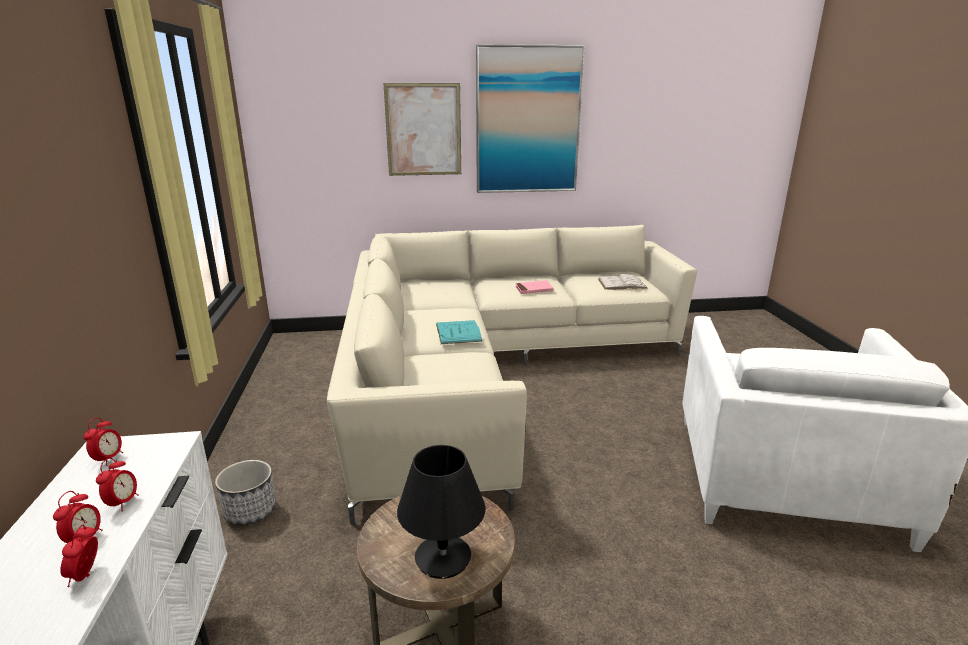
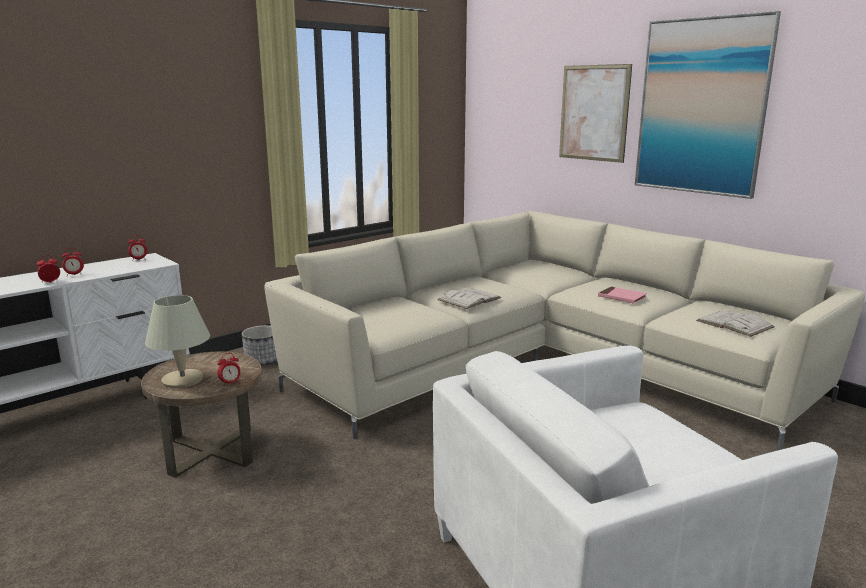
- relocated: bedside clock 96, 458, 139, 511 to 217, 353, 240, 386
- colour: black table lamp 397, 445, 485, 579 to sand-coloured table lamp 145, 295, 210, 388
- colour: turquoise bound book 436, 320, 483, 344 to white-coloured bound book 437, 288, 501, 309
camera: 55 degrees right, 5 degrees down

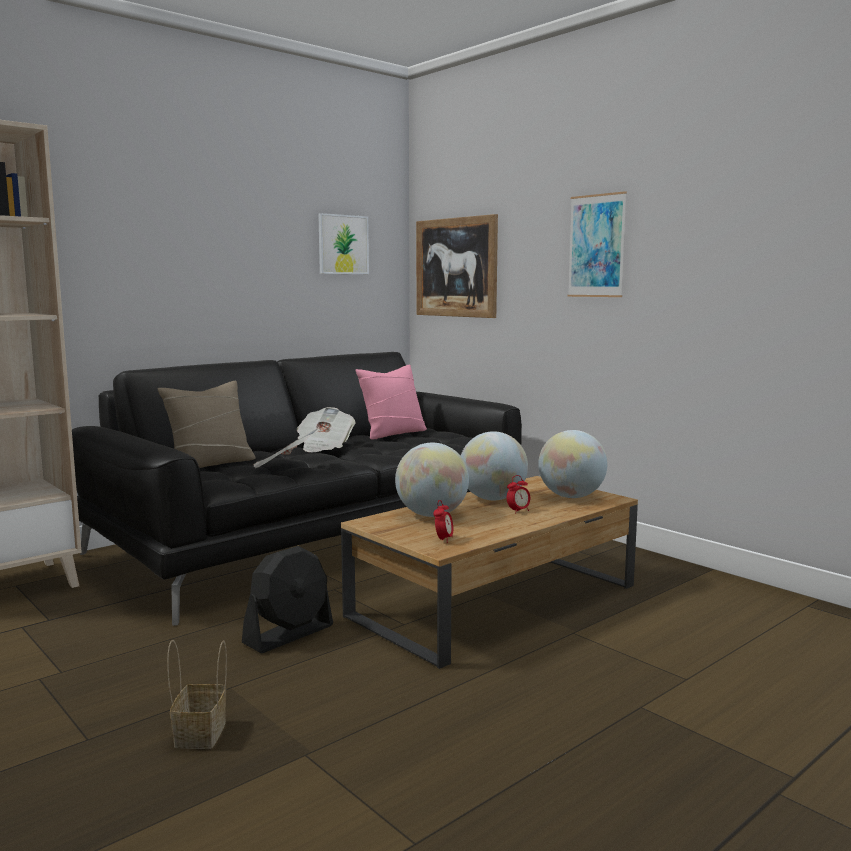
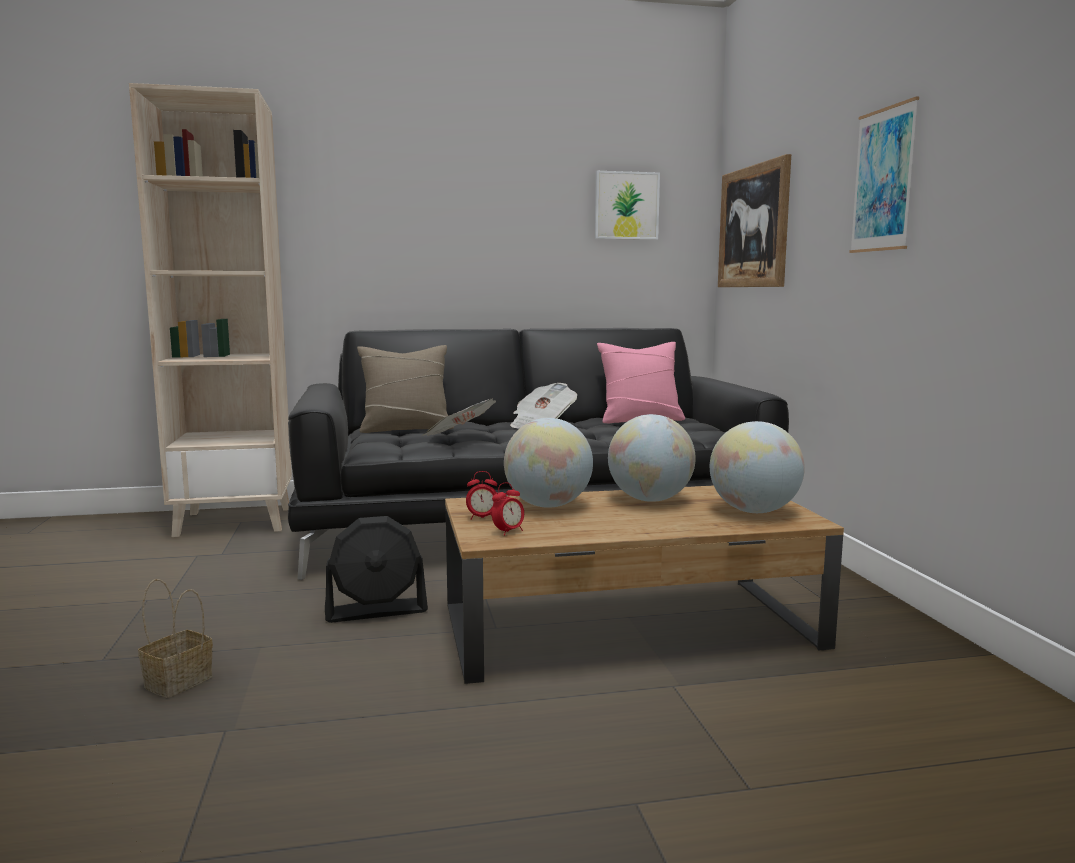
- relocated: bedside clock 507, 475, 530, 514 to 466, 471, 497, 520
camera: 30 degrees right, 0 degrees up

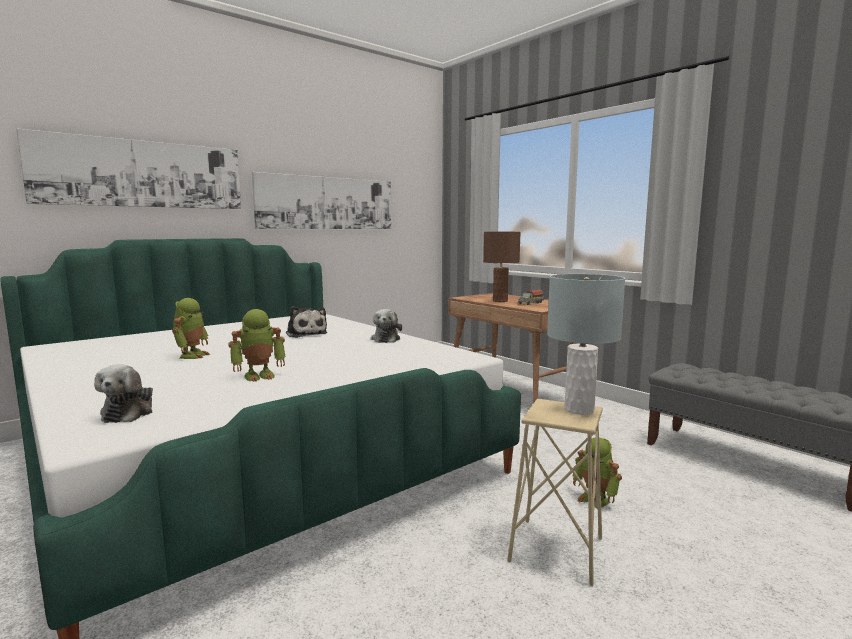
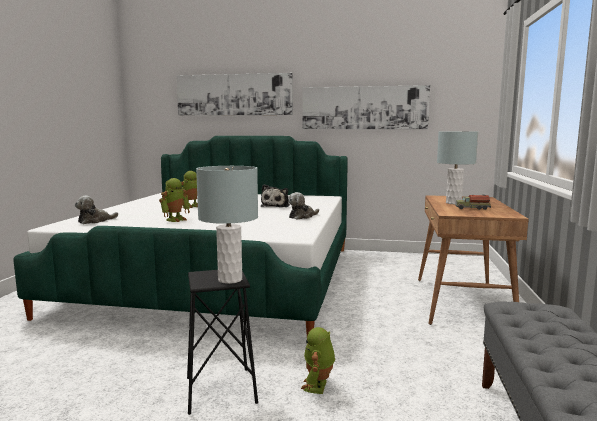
- colour: brownish table lamp 483, 232, 520, 302 to gray table lamp 437, 132, 478, 204
- colour: sand-coloured stool 507, 399, 603, 586 to black stool 187, 270, 258, 415
- spun: toy robot 228, 309, 286, 382 = 159, 178, 190, 222 75 degrees counterclockwise
camera: 50 degrees right, 0 degrees up

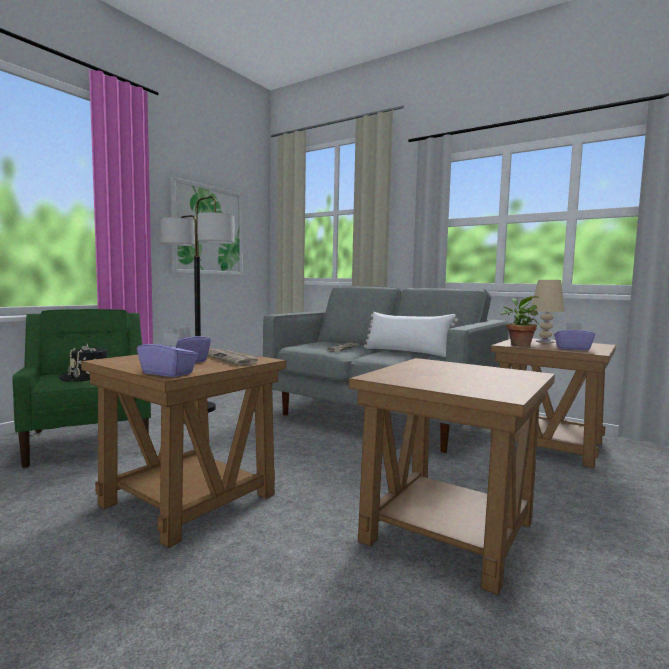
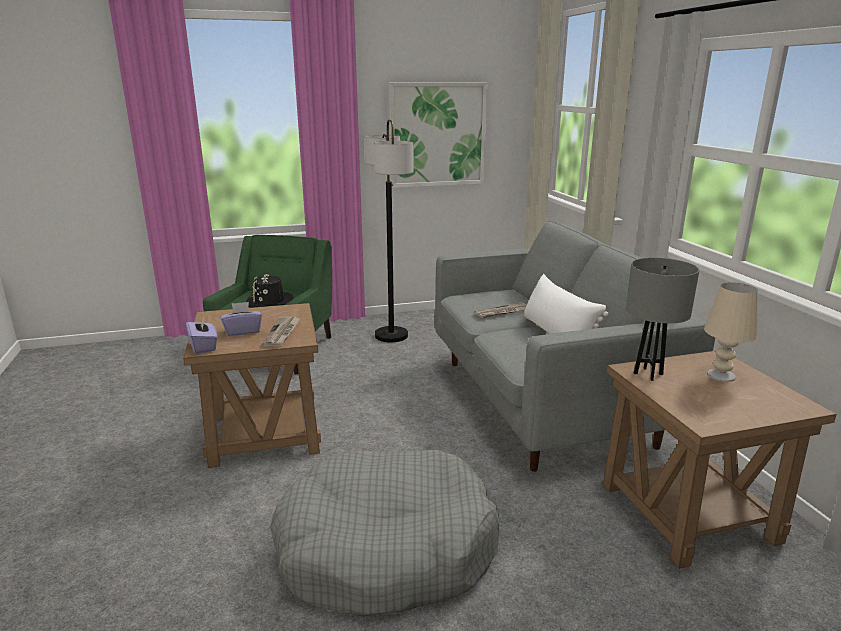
- missing: purple box of tissues 554, 323, 595, 350
- exchanged: brownish end table 349, 358, 555, 595 to gray dog bed 270, 450, 500, 617
- exchanged: potted plant 500, 296, 540, 347 to gray table lamp 626, 258, 700, 381
camera: 40 degrees right, 15 degrees up

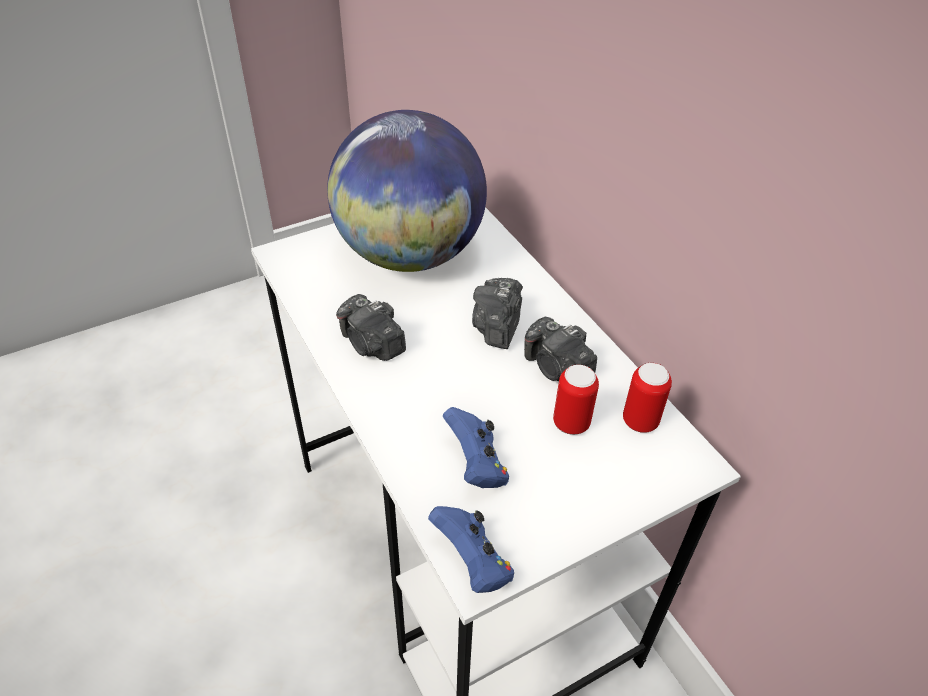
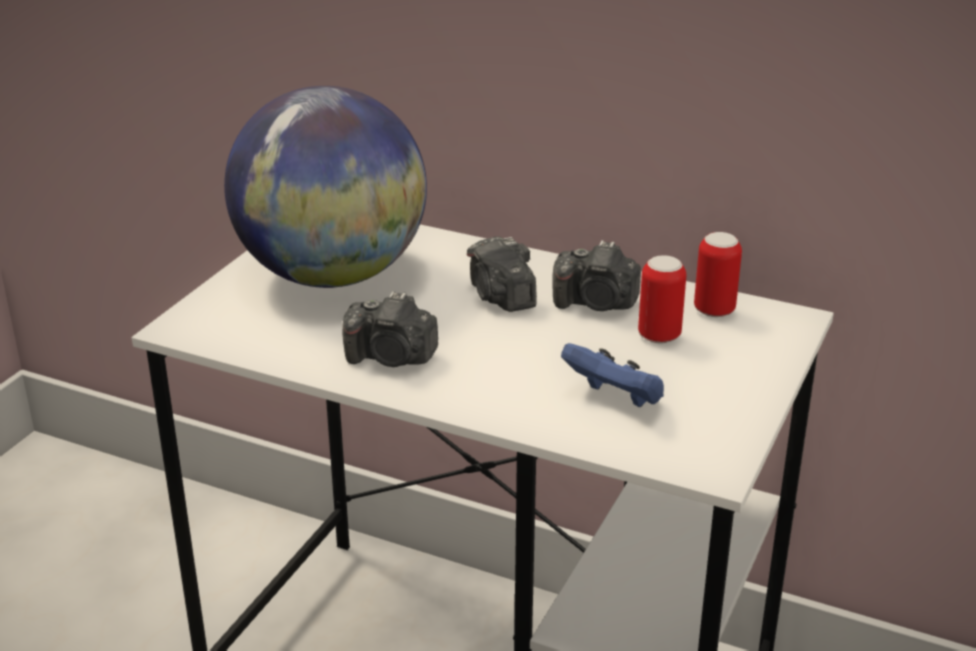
- missing: blue-coloured game controller 428, 506, 514, 593
camera: 35 degrees left, 15 degrees down

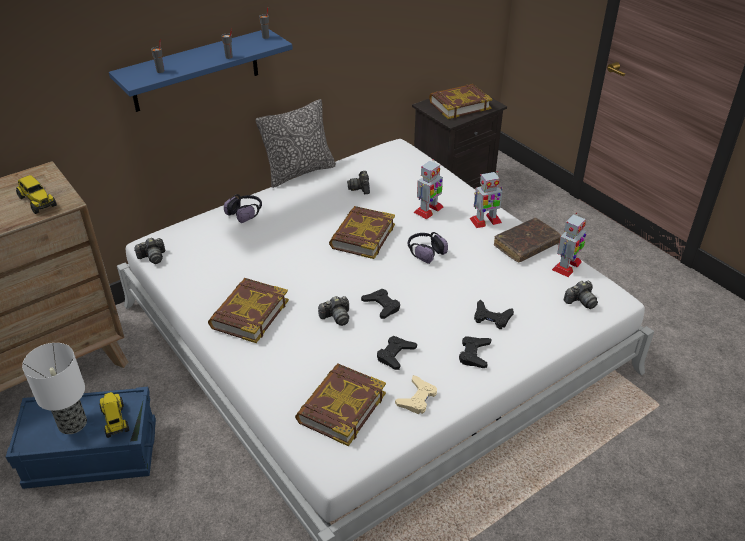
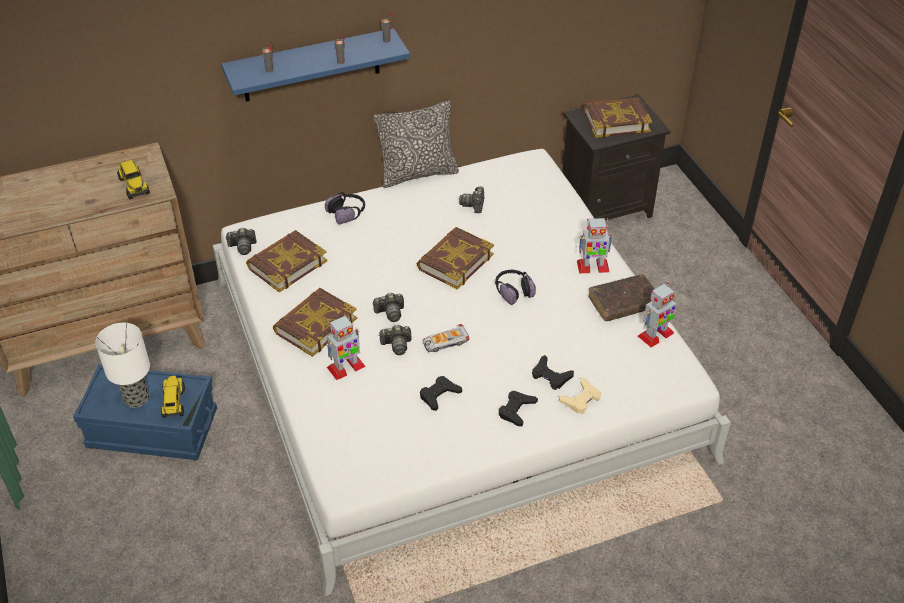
- relocated: bound book 295, 364, 386, 446 to 246, 230, 327, 293
- relocated: sand-coloured game controller 395, 375, 437, 414 to 559, 377, 601, 414
- relocated: toy robot 414, 159, 444, 219 to 326, 314, 366, 380
- relocated: photo camera 563, 281, 598, 309 to 373, 293, 404, 322
- exchanged: black game controller 361, 289, 400, 319 to toy car 423, 324, 470, 352
camera: 15 degrees right, 5 degrees up

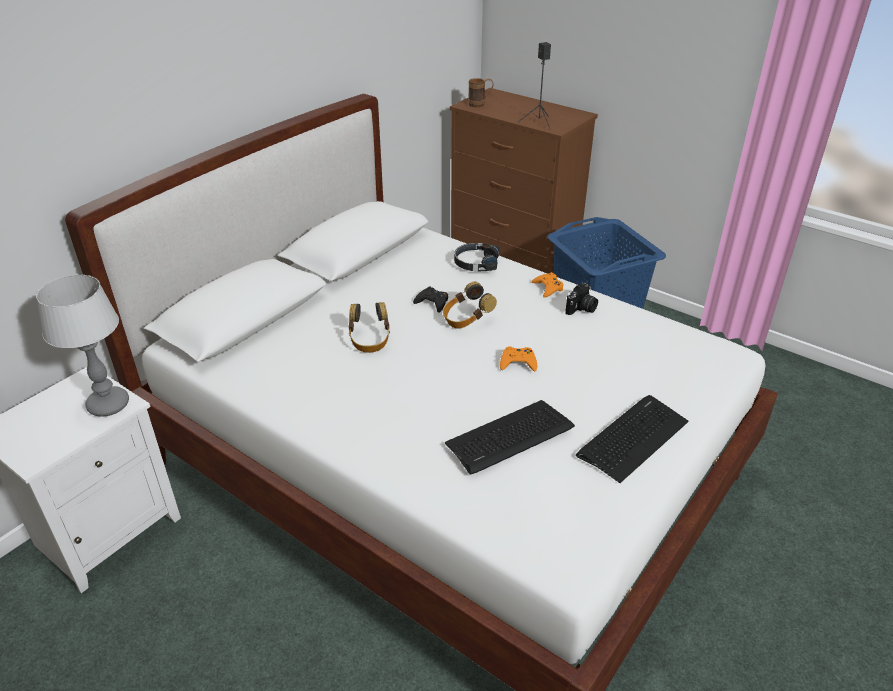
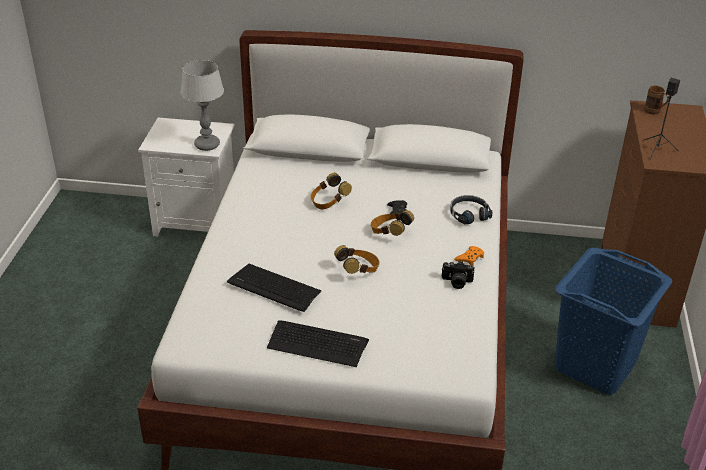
- exchanged: orange game controller 500, 346, 537, 372 to headphones 334, 245, 380, 274
camera: 60 degrees right, 0 degrees up

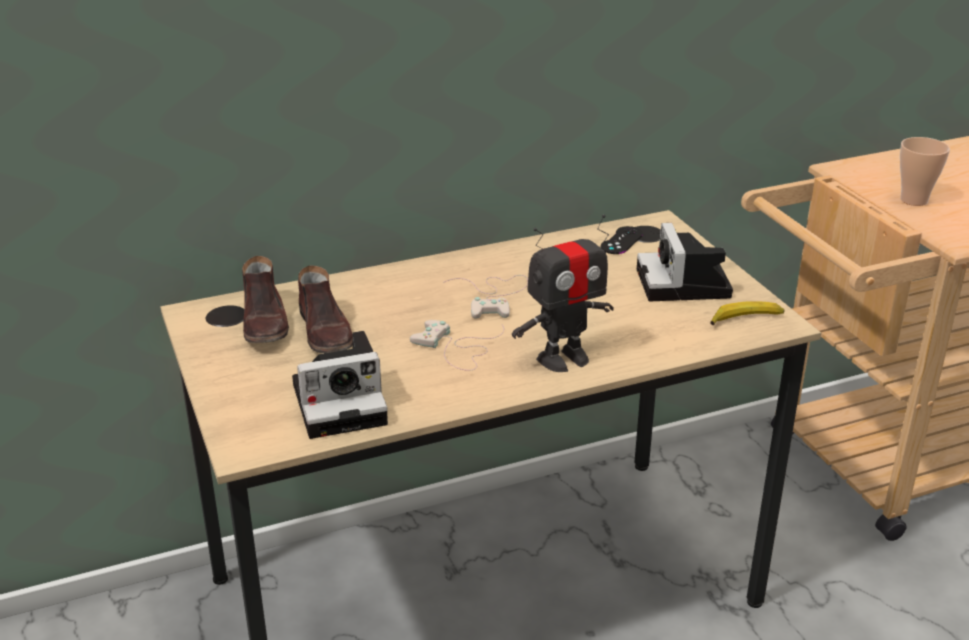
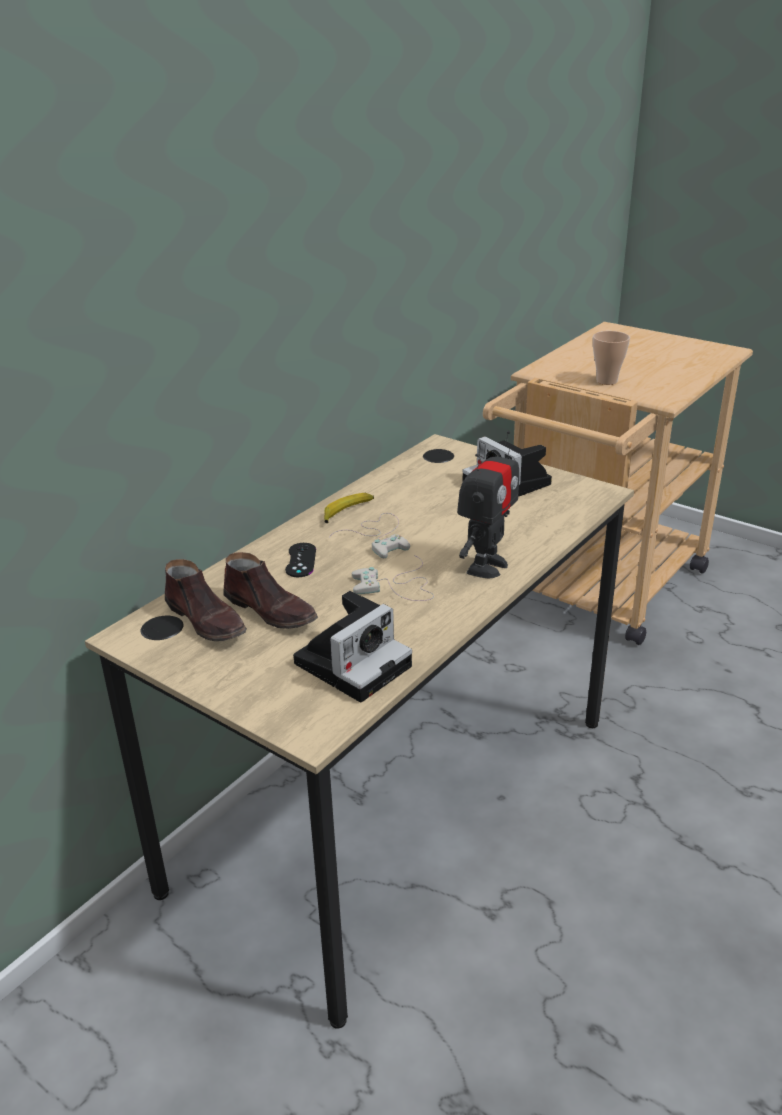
- relocated: black game controller 601, 226, 643, 254 to 285, 543, 316, 577
- relocated: banana 710, 301, 785, 325 to 324, 493, 374, 523
camera: 30 degrees left, 0 degrees up

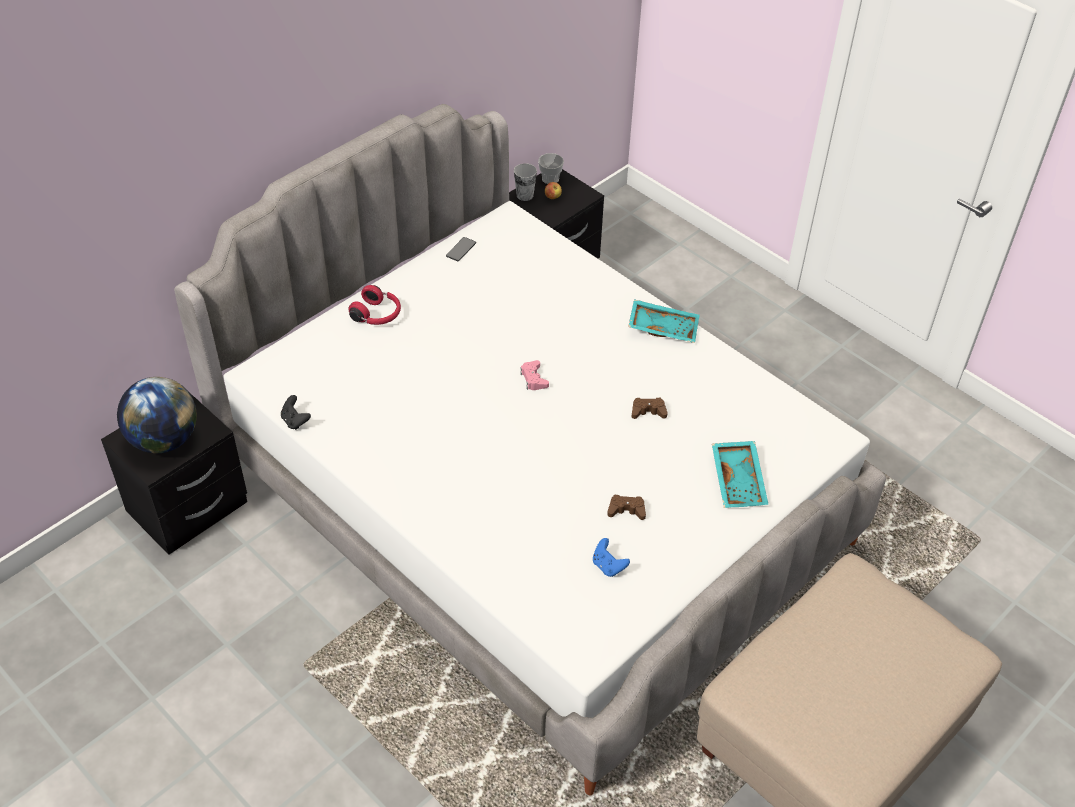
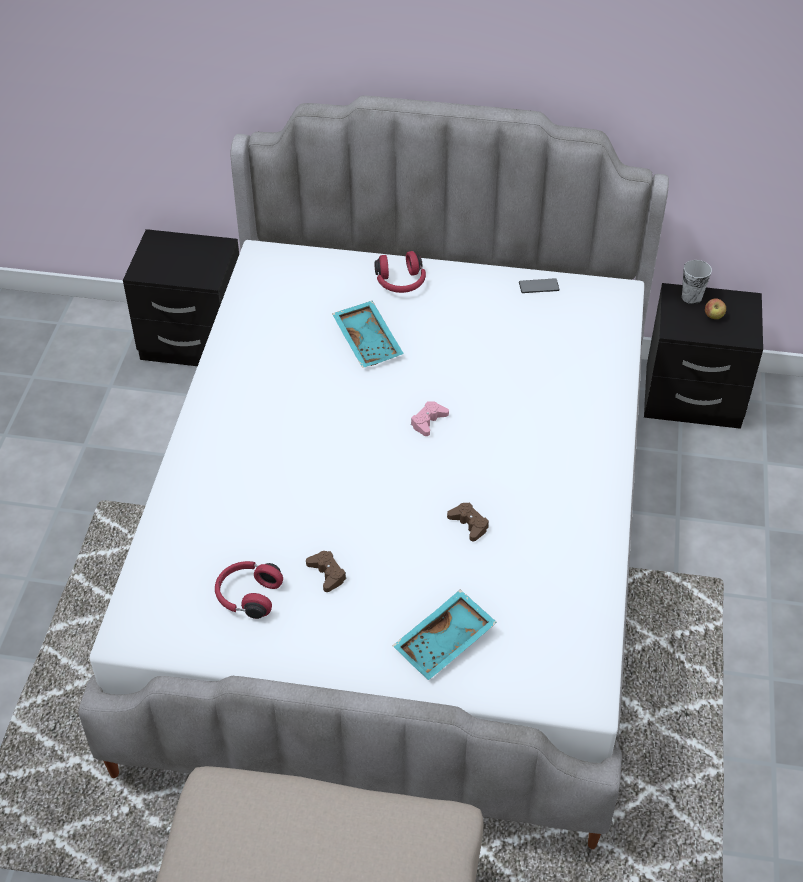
- missing: globe 117, 377, 197, 453
- missing: black game controller 281, 395, 311, 430
- missing: drinking cup 538, 153, 564, 184
- relocated: turquoise serving tray 628, 299, 700, 343 to 332, 301, 404, 368
- exchanged: blue-coloured game controller 593, 538, 630, 577 to red-coloured headphones 215, 561, 283, 619
camera: 55 degrees right, 0 degrees up

